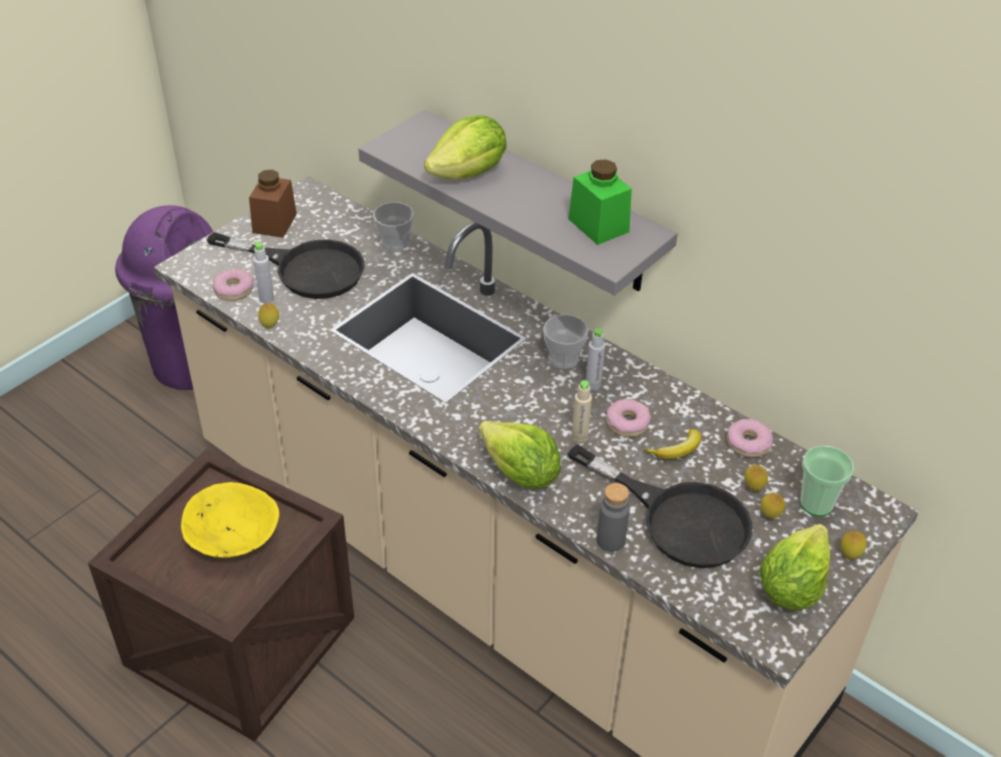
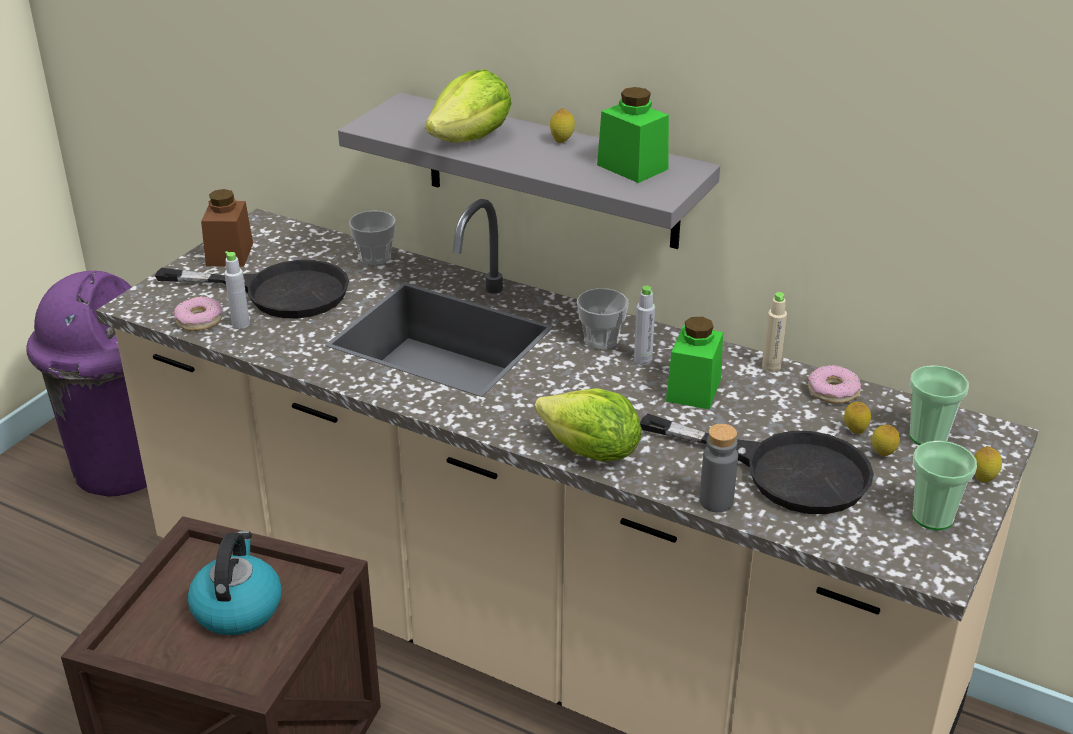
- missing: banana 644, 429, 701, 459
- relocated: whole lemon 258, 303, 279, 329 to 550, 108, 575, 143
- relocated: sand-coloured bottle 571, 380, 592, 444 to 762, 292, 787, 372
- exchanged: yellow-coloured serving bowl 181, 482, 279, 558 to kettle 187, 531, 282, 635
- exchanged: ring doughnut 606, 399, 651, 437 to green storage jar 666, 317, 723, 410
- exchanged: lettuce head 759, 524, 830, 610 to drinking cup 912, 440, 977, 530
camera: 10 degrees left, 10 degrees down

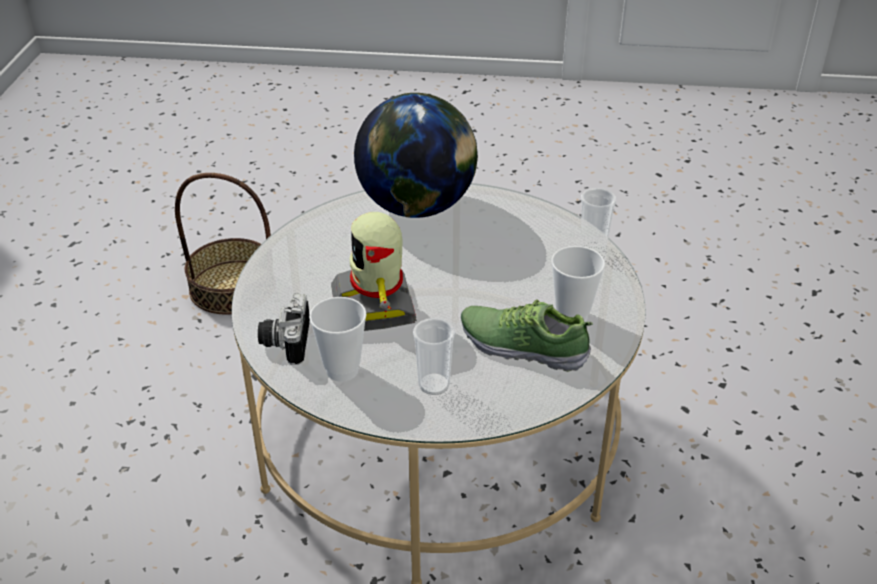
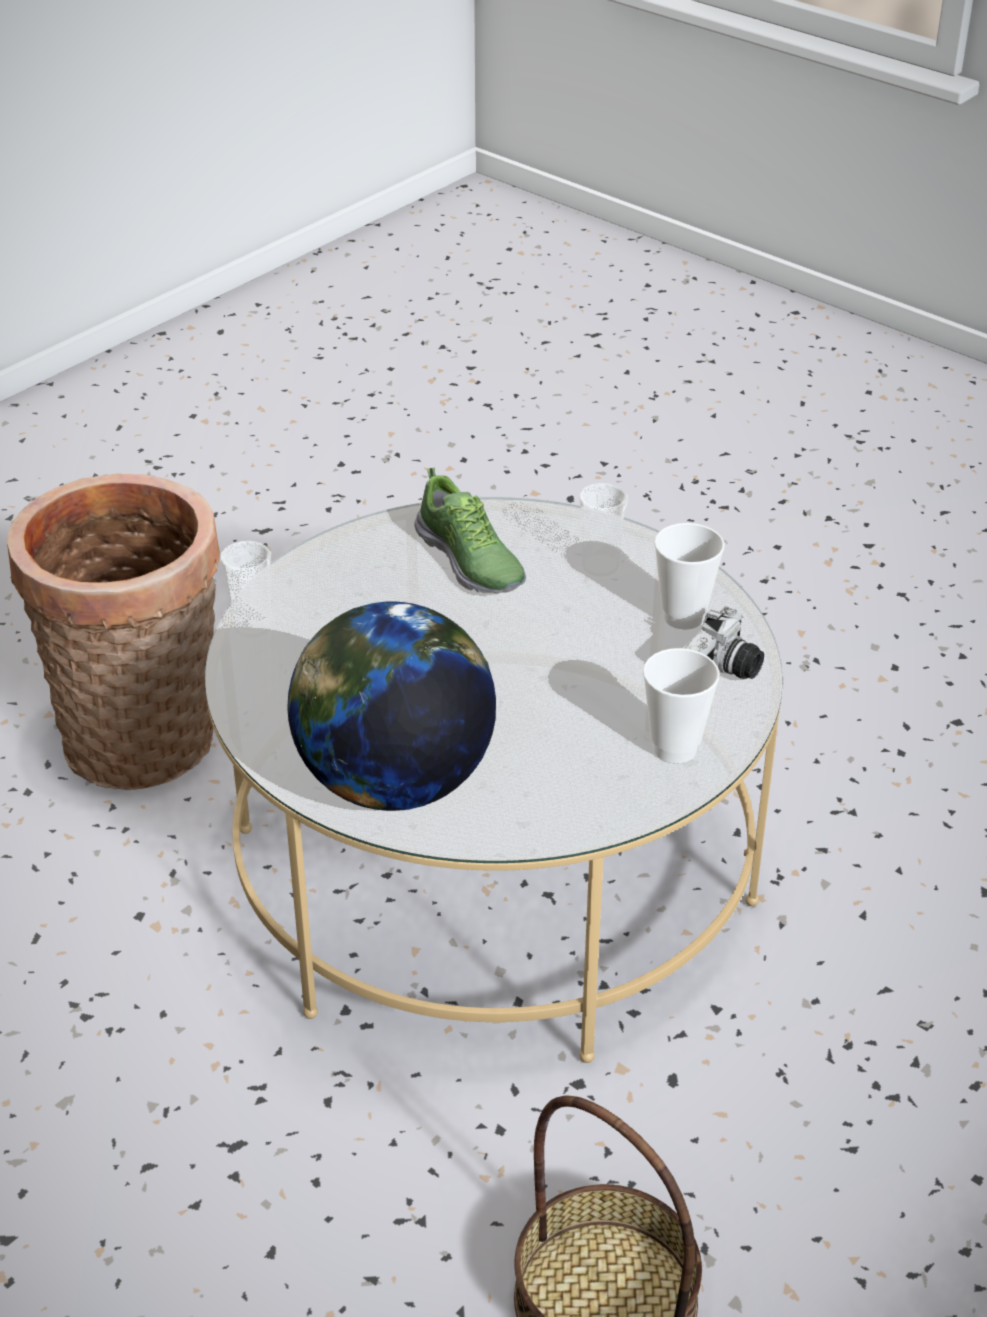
- missing: toy robot 331, 212, 417, 331
- appeared: household basket 7, 474, 220, 790
- relocated: drinking cup 551, 246, 605, 322 to 643, 648, 720, 763
camera: 145 degrees left, 0 degrees up

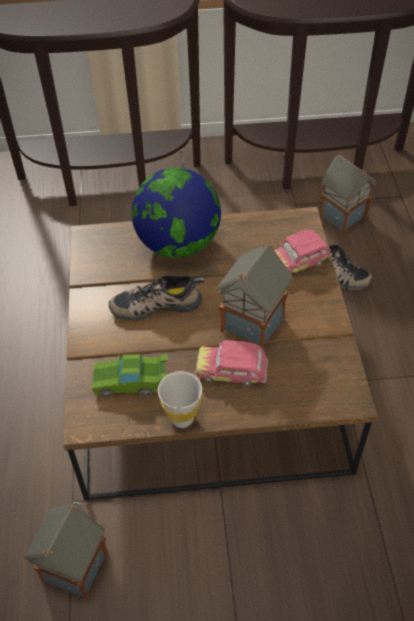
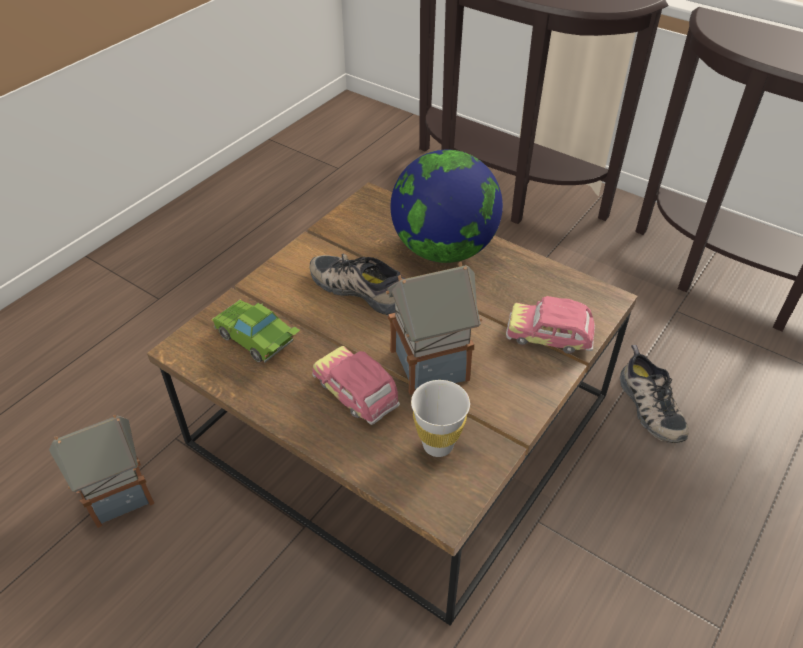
- missing: toy house 319, 154, 377, 233
- relocated: white-coloured drinking cup 158, 371, 202, 428 to 411, 380, 470, 457
camera: 40 degrees right, 5 degrees down

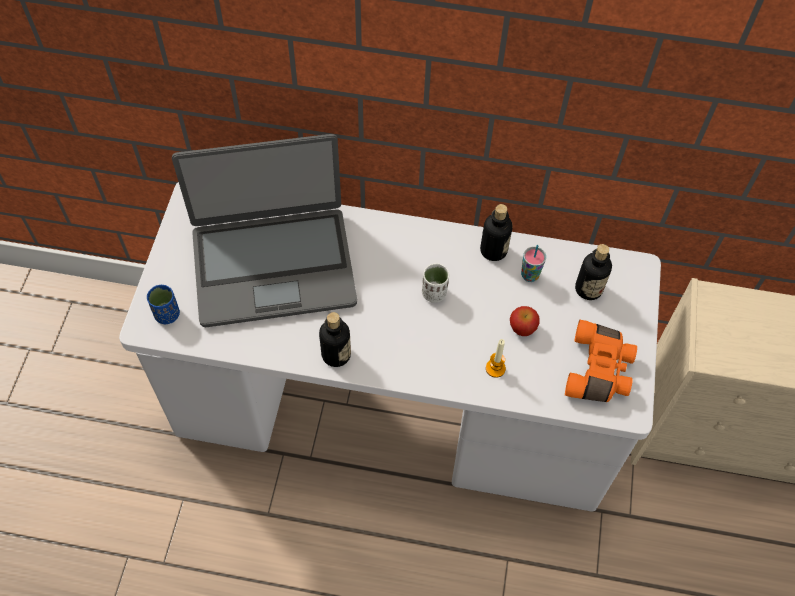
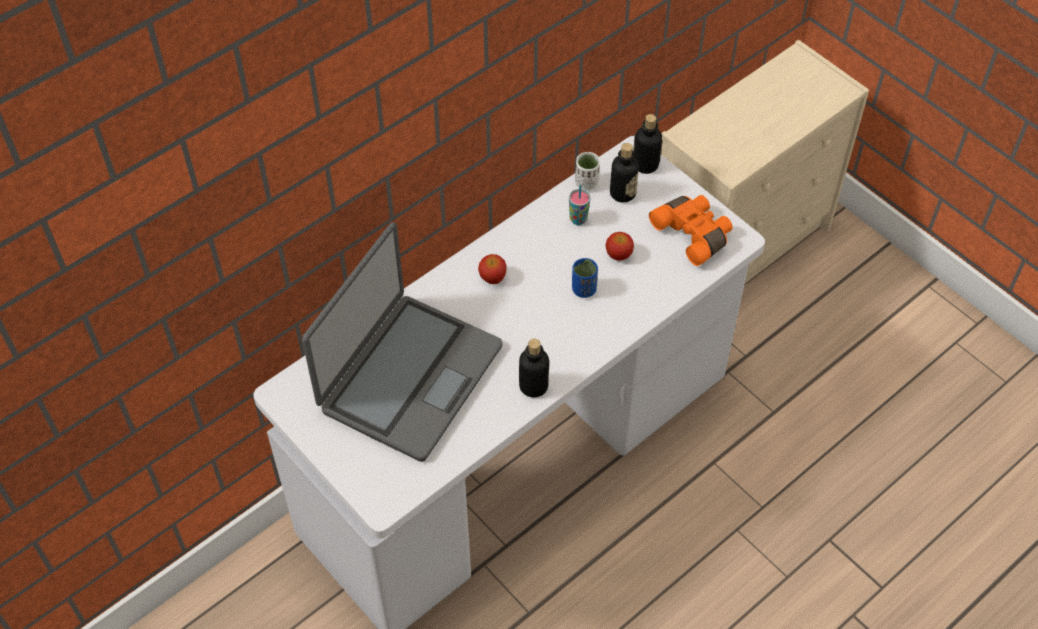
- missing: wax candle 486, 339, 506, 378
- appeared: apple 478, 254, 507, 284
- relocated: blue-coloured drinking cup 147, 285, 180, 324 to 572, 258, 598, 298
- relocated: white-coloured drinking cup 422, 263, 449, 303 to 575, 152, 600, 191
- relocated: bottle 480, 204, 513, 261 to 633, 114, 662, 174
camera: 50 degrees left, 5 degrees down

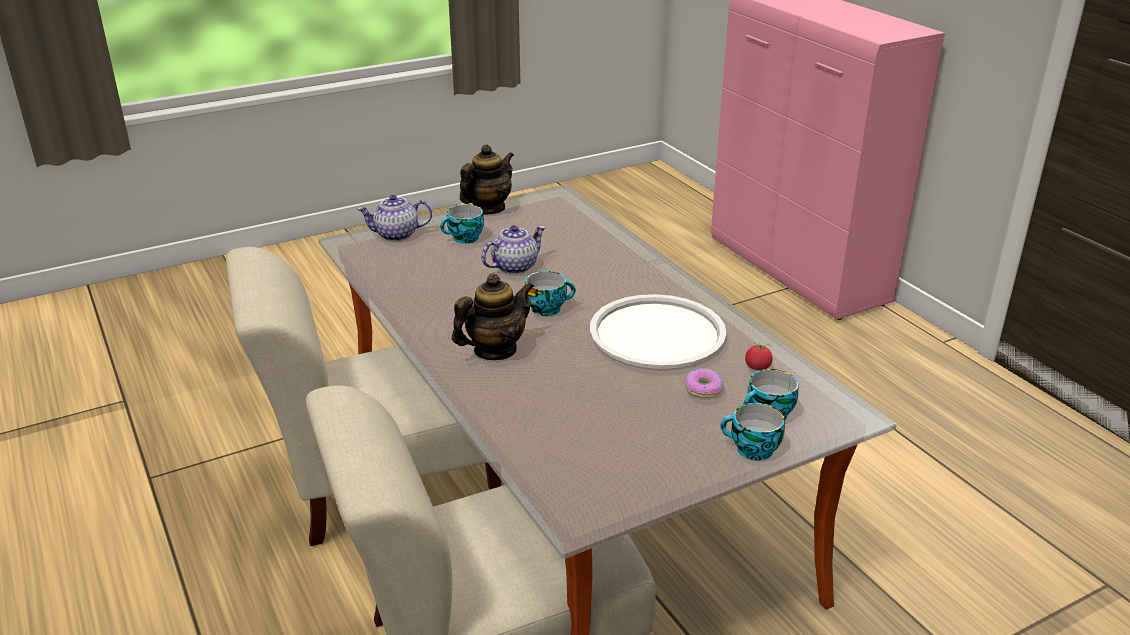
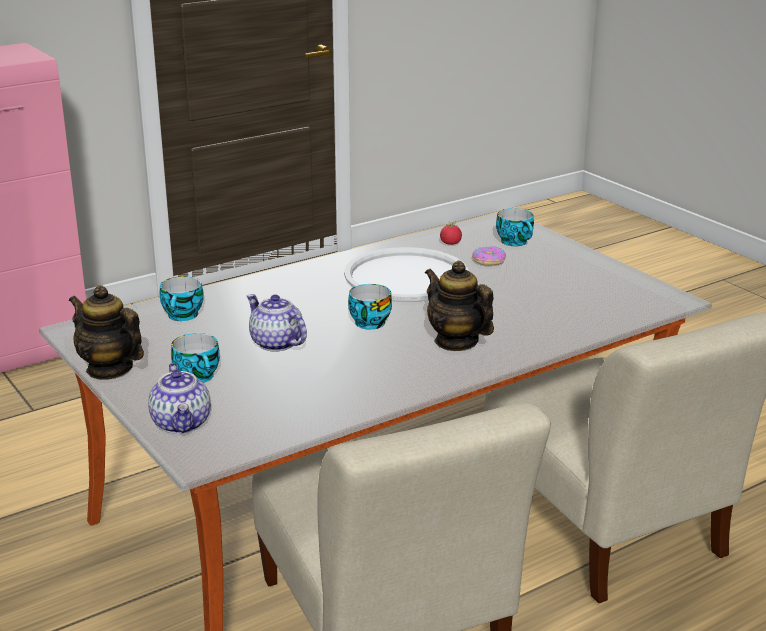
- relocated: drinking cup 721, 403, 785, 461 to 160, 276, 204, 321
camera: 95 degrees left, 5 degrees down

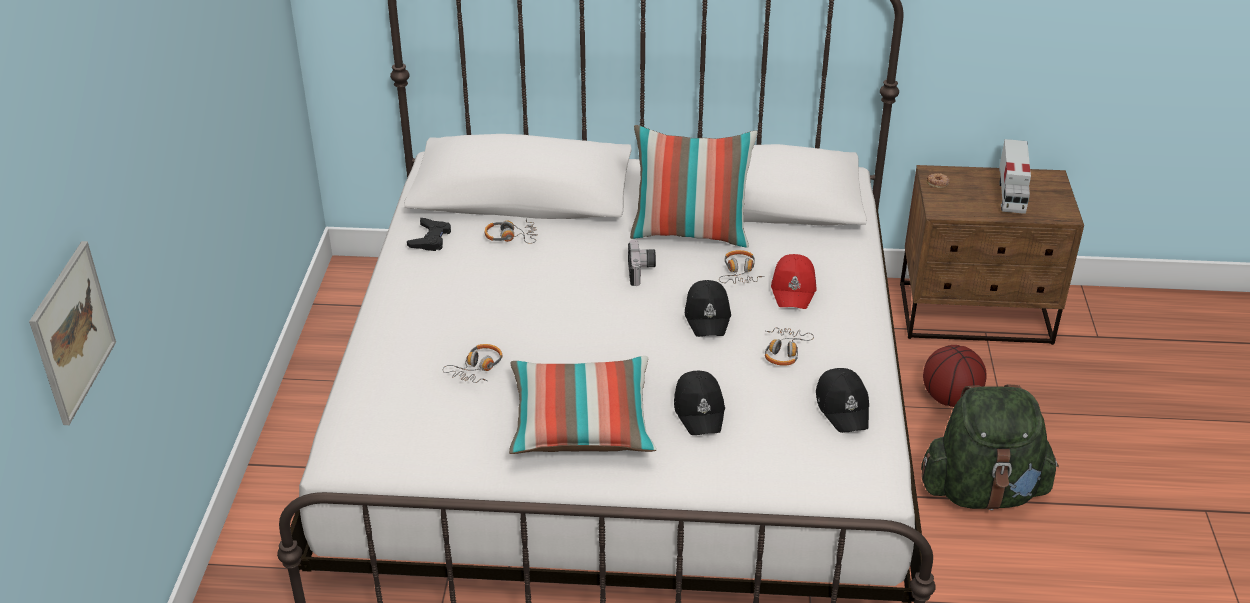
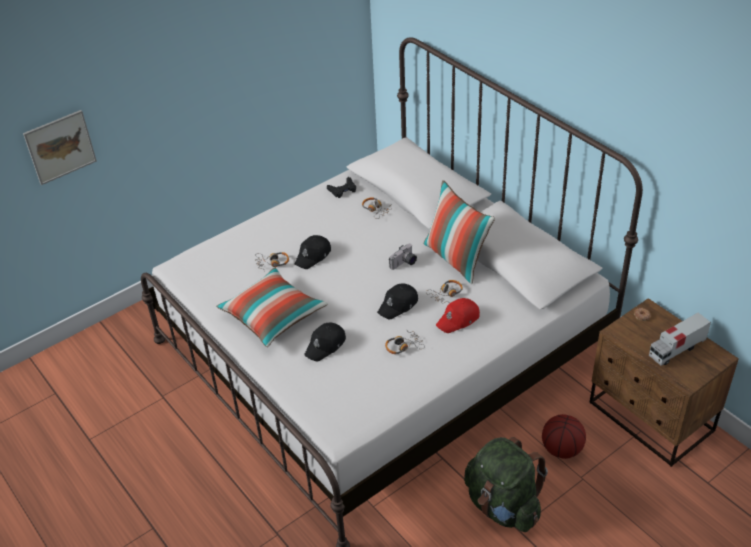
- relocated: black baseball cap 816, 368, 869, 433 to 295, 235, 331, 269
camera: 50 degrees right, 5 degrees up

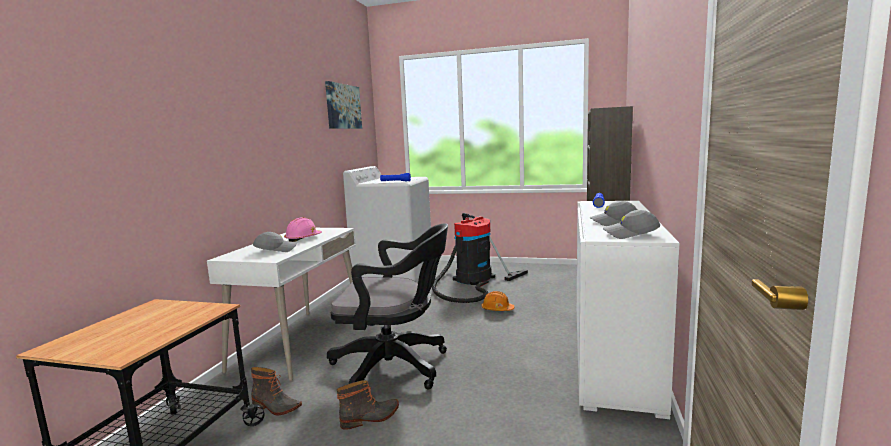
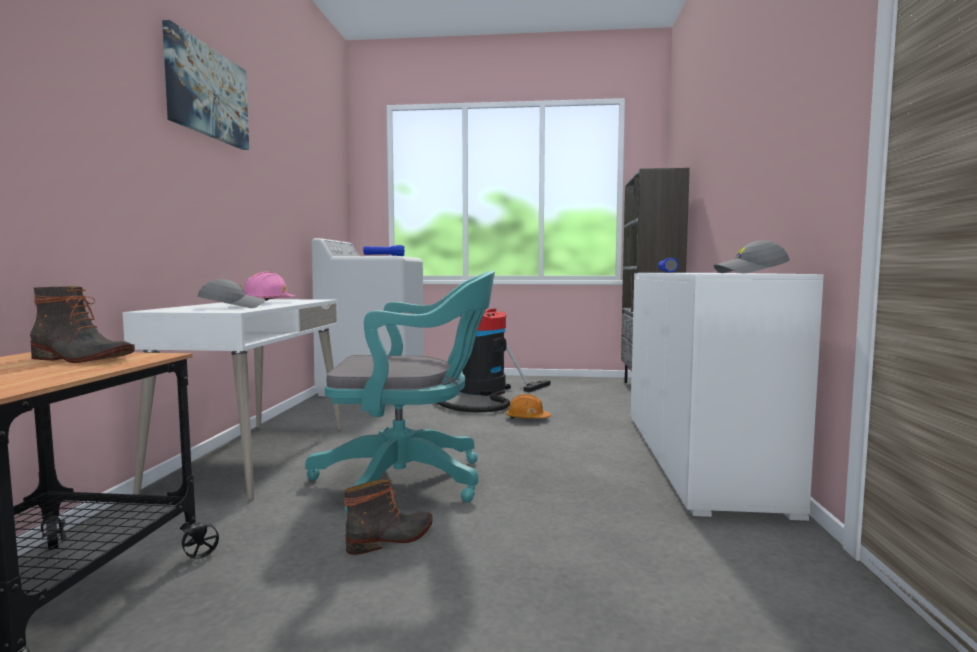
- missing: gray baseball cap 589, 201, 637, 226
- relocated: boot 251, 367, 302, 415 to 30, 286, 135, 363
- relocated: wall art 325, 81, 362, 129 to 162, 20, 249, 150
- colour: black computer chair 327, 223, 448, 390 to turquoise computer chair 305, 271, 495, 515
camera: 10 degrees left, 5 degrees down

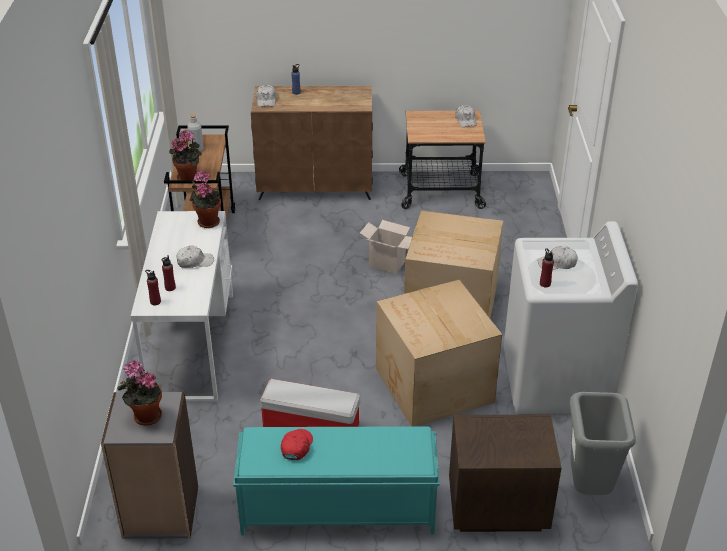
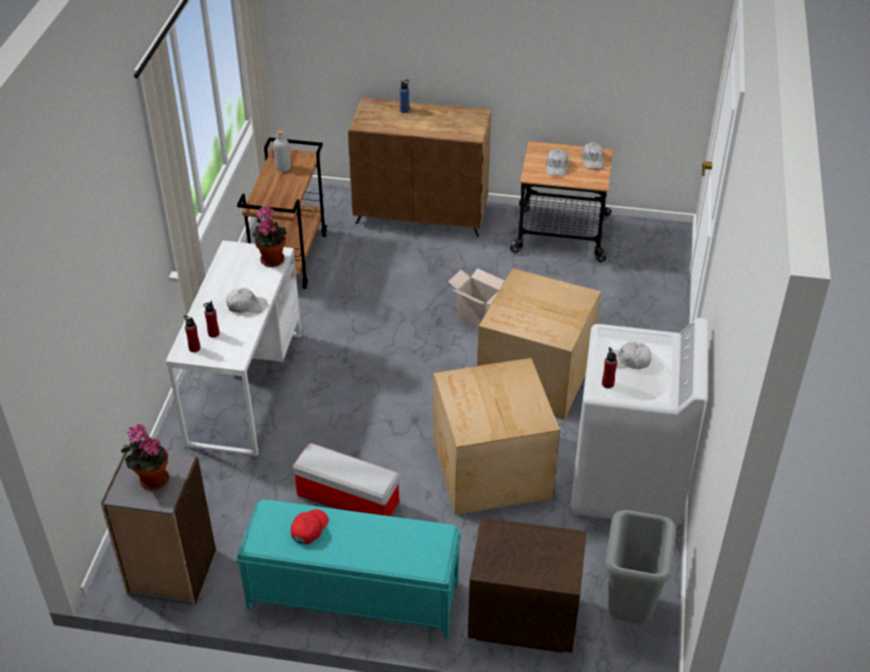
- missing: potted plant 169, 130, 202, 180
- relocated: white-coloured baseball cap 256, 85, 276, 107 to 546, 149, 569, 176
camera: 10 degrees right, 5 degrees up

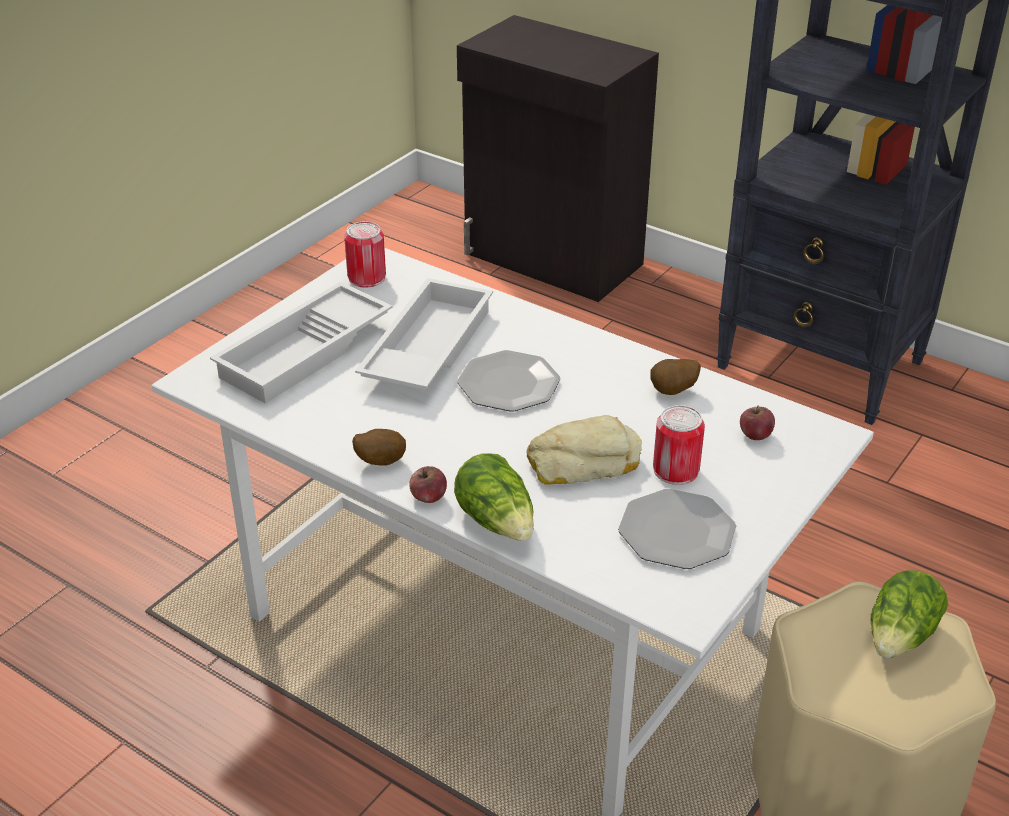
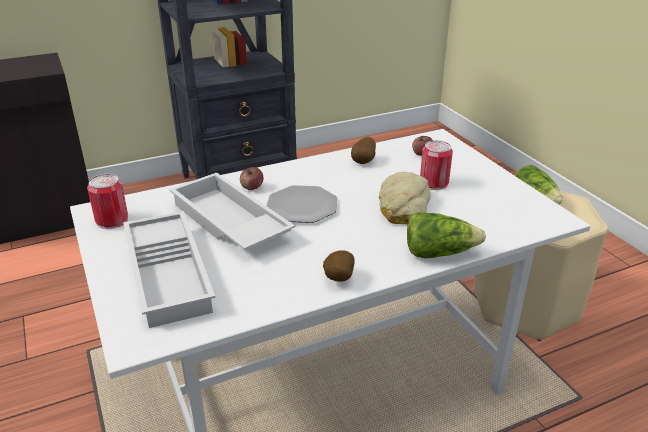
- missing: plate 618, 489, 736, 569
- relocated: apple 409, 466, 447, 503 to 240, 167, 263, 190
camera: 60 degrees left, 5 degrees down

